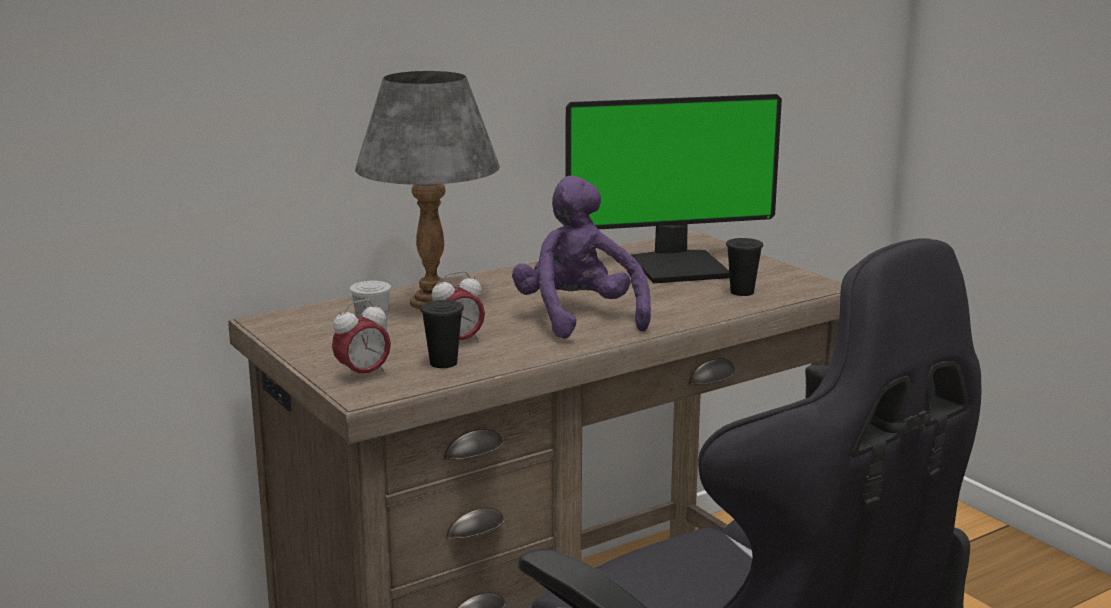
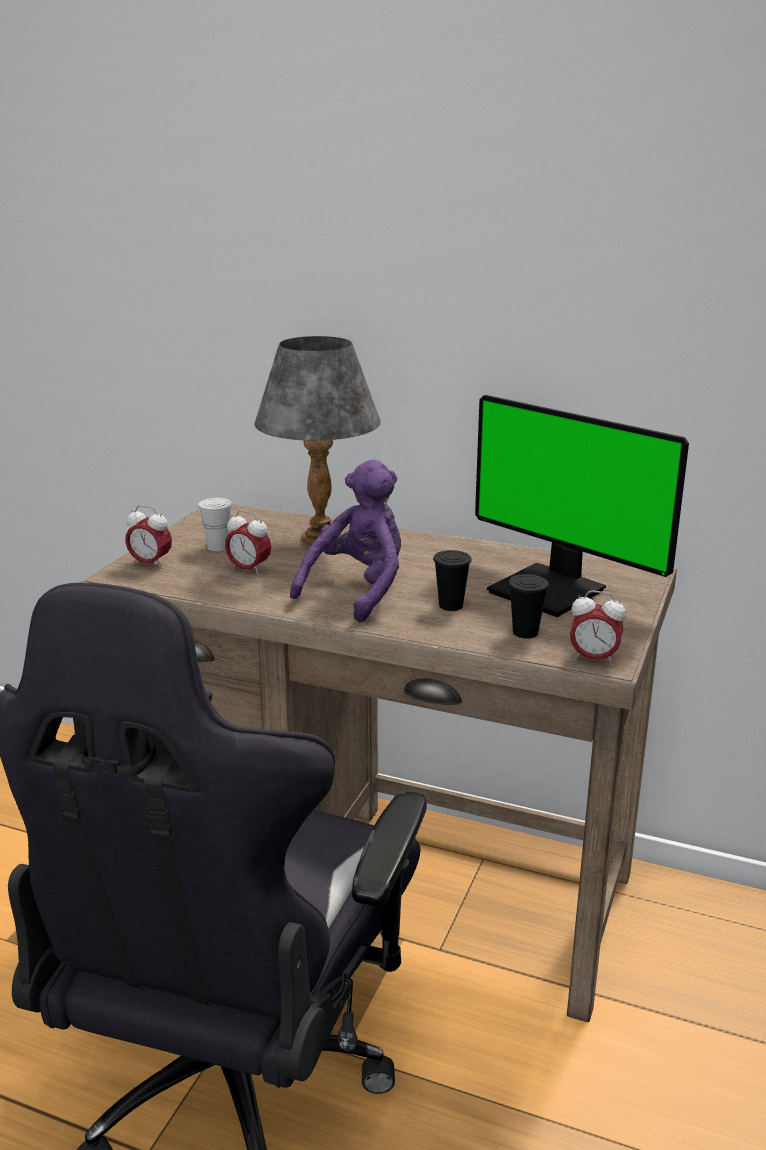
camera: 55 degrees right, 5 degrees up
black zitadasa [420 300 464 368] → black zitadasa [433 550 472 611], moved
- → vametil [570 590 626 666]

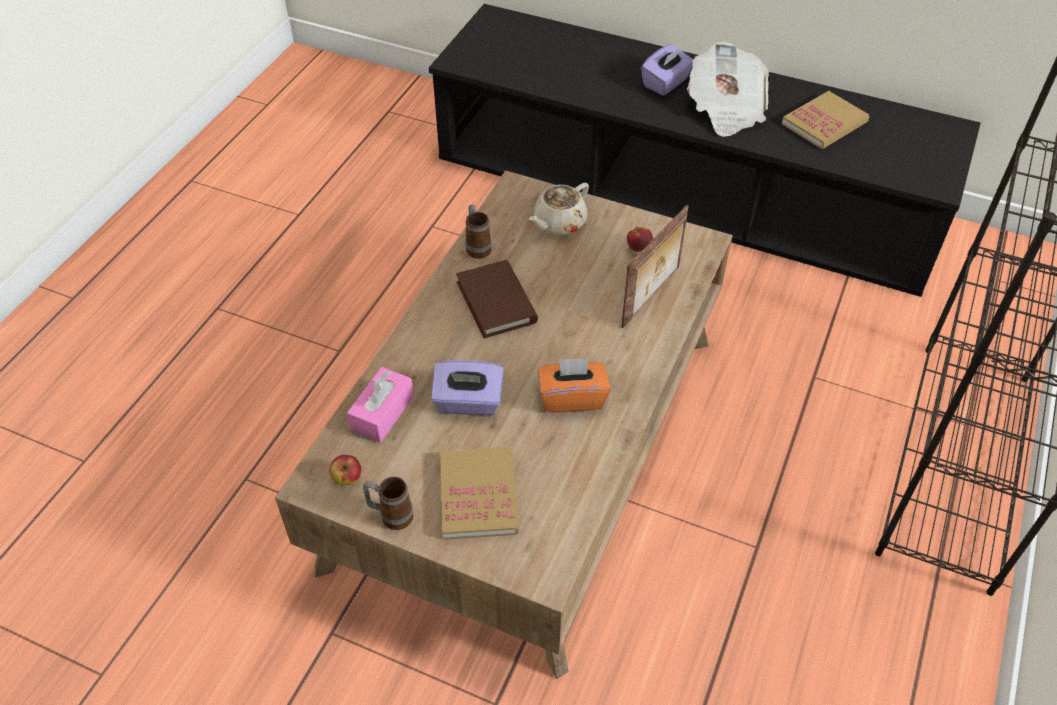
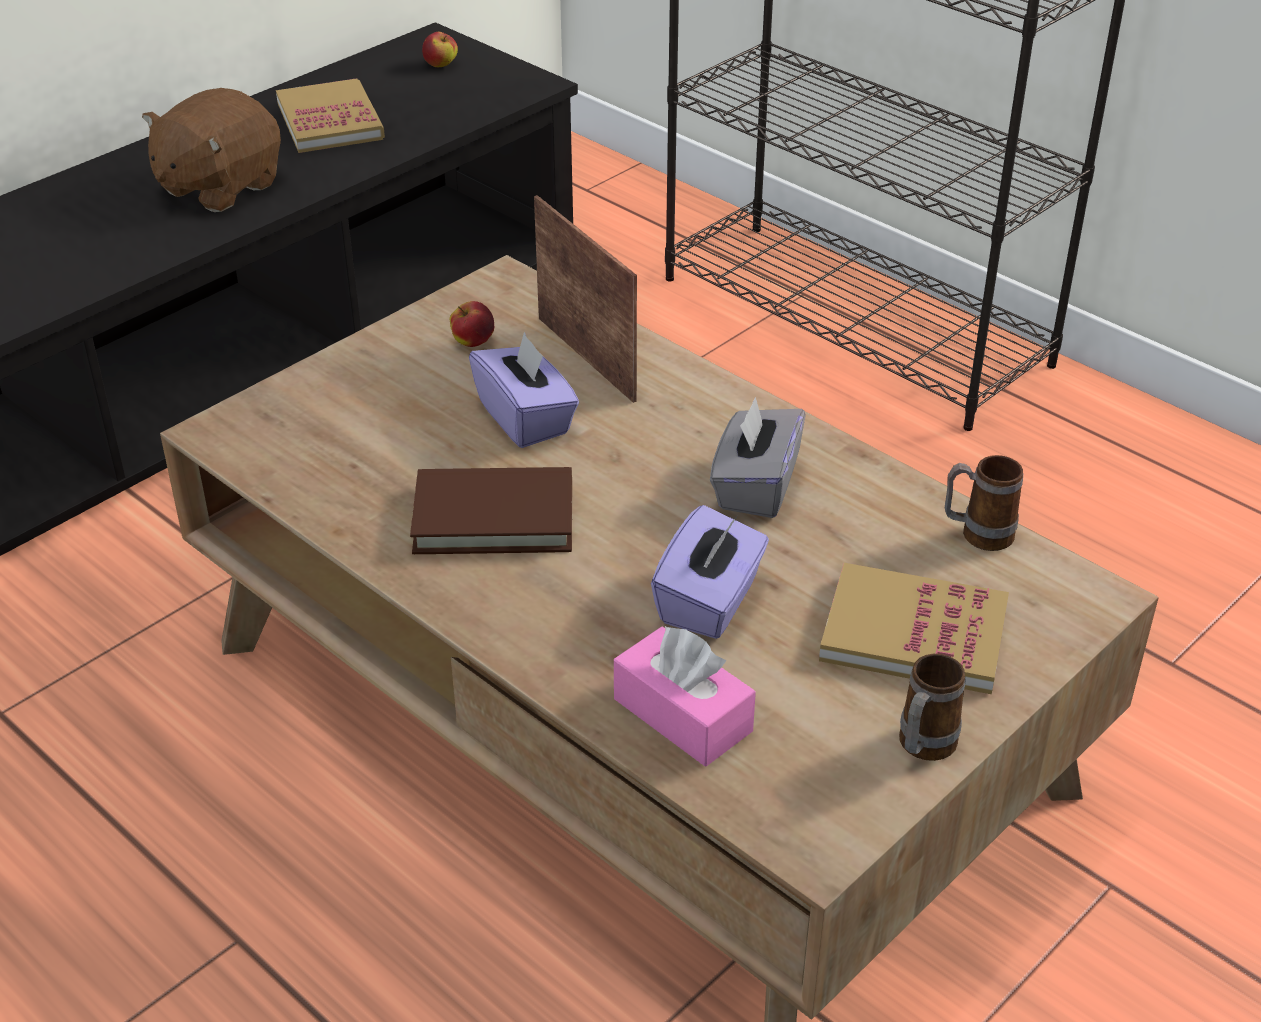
camera: 70 degrees left, 10 degrees down
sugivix [687 42 769 137] → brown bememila [142 88 281 212]
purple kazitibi [641 44 694 96] → purple kazitibi [469 332 579 448], moved
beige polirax [529 183 589 235] → -
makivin [465 204 492 259] → makivin [945 455 1023 551], moved
orange kazitibi [538 358 611 413] → grey kazitibi [710 397 806 518]
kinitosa [330 455 362 485] → kinitosa [422 32 458 67], moved

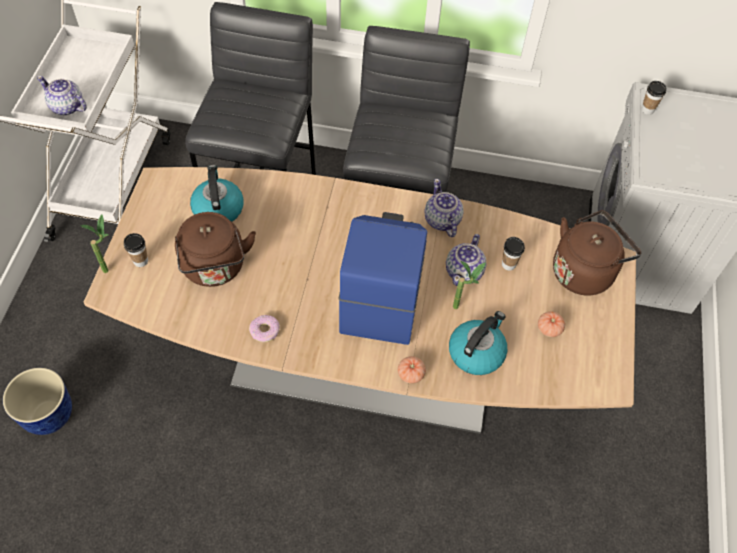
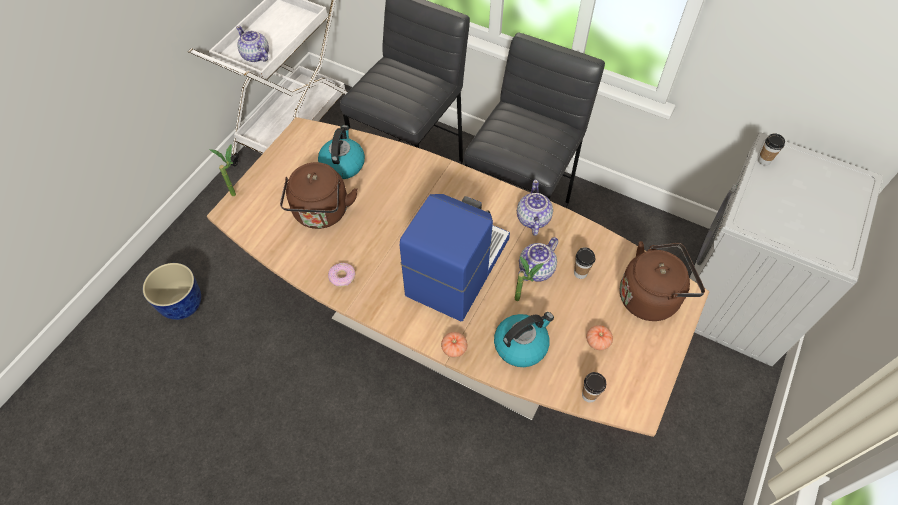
camera: 20 degrees right, 0 degrees up
zitadasa [124 233 148 267] → zitadasa [582 372 606 403], moved

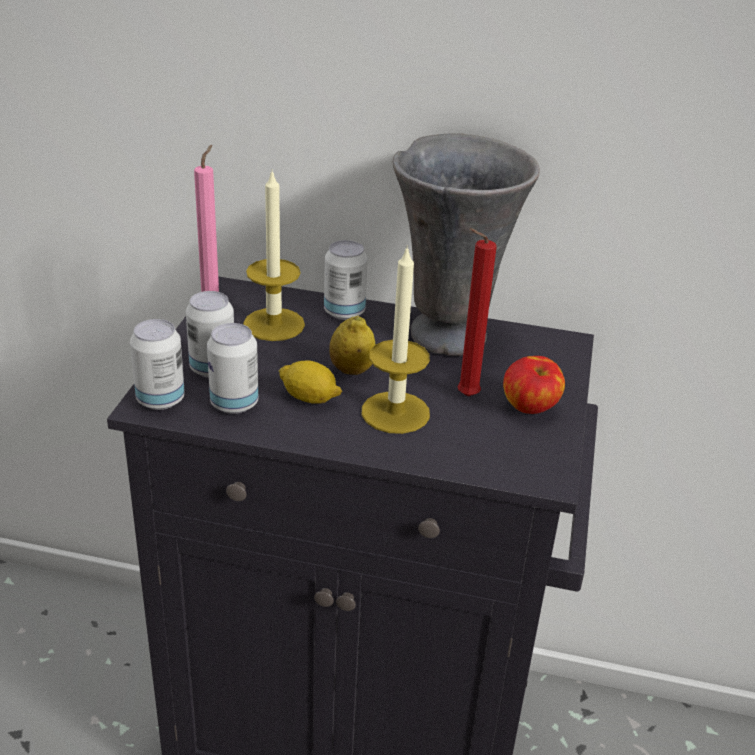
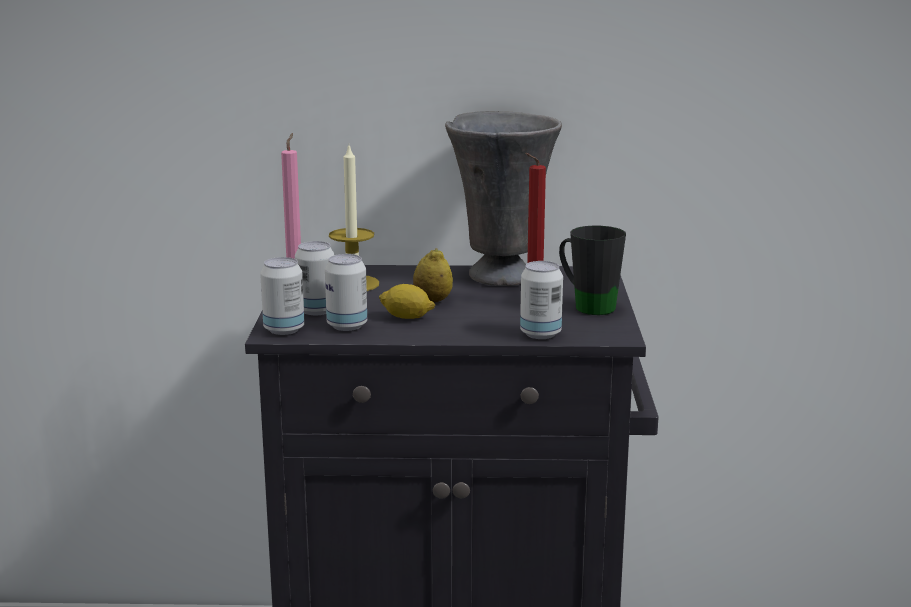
camera: 10 degrees left, 15 degrees down
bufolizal [324 240 368 320] → bufolizal [520 261 563 339], moved
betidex [362 245 430 434] → -
kinitosa [503 356 565 414] → black makivin [559 226 626 315]

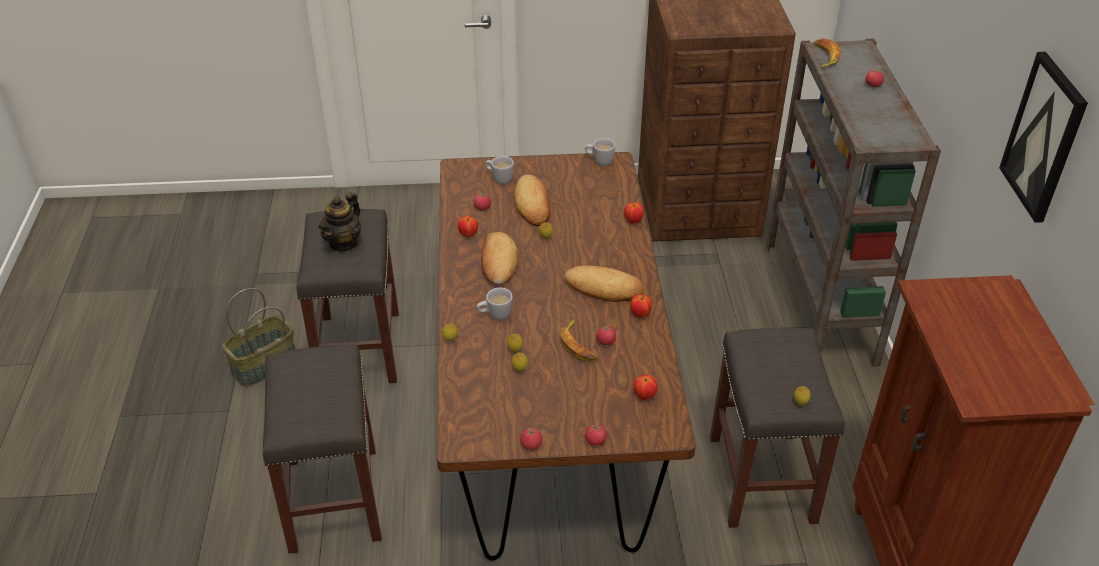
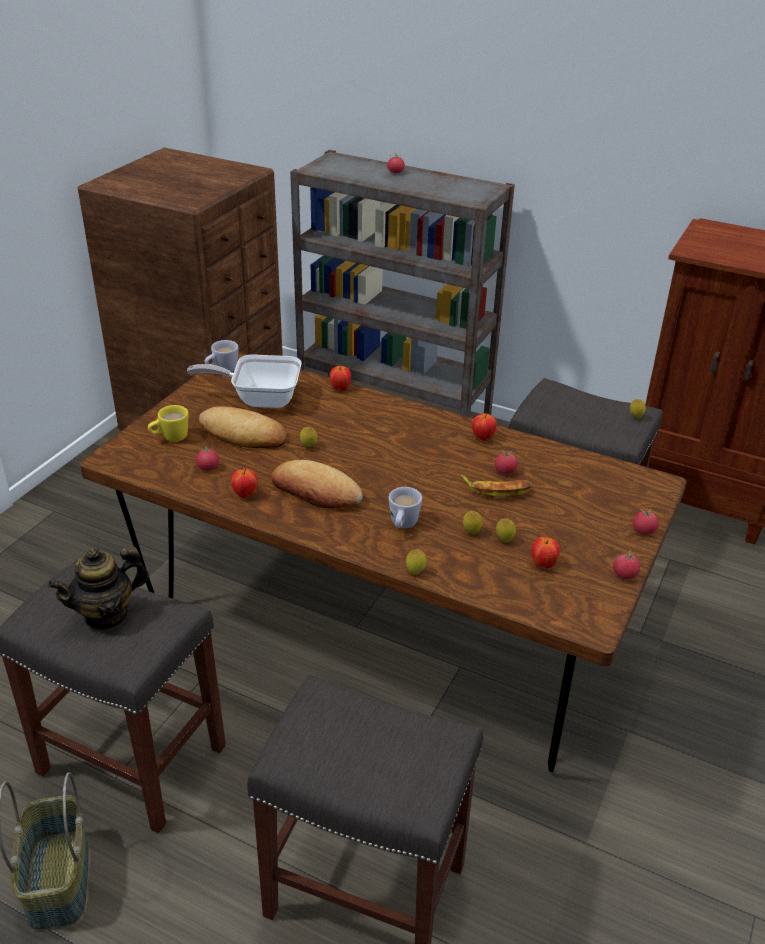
camera: 60 degrees left, 5 degrees down
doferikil [814 39 841 68] → -
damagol [999 52 1088 223] → -
white makivin [485 156 514 184] → yellow makivin [148 405 188 442]
polirax [318 192 361 252] → polirax [48 546 149 631], 90 degrees clockwise
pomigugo [564 265 644 302] → -
kinitosa [634 375 657 400] → kinitosa [531 537 560 568], moved
- → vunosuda [187 355 302 408]

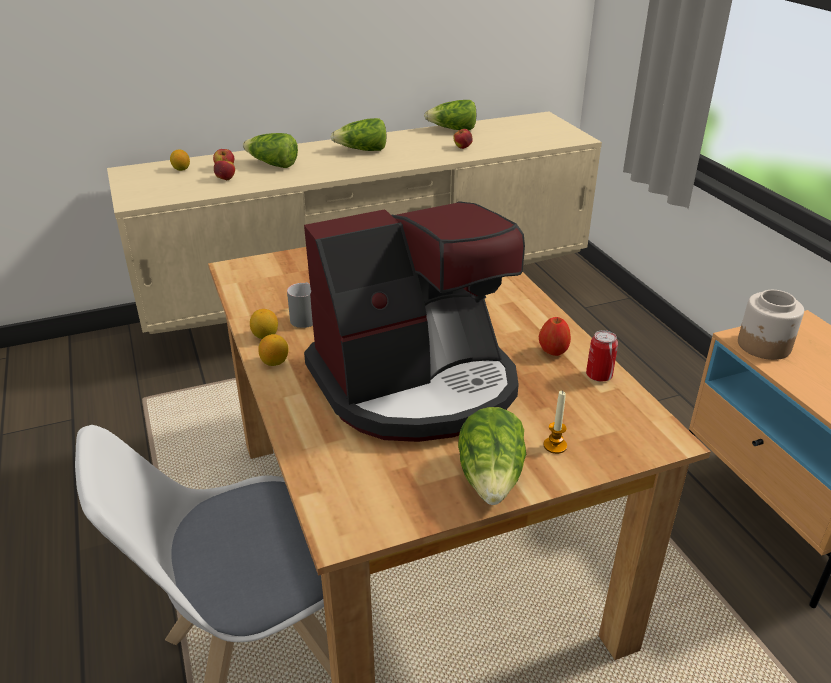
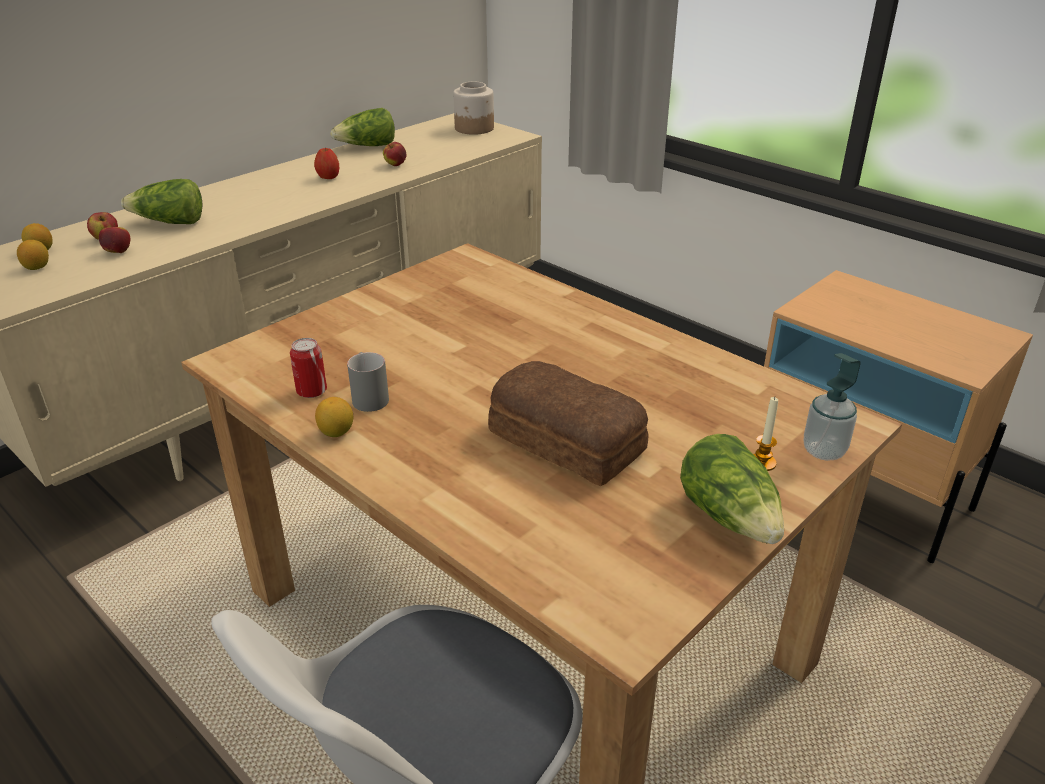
camera: 25 degrees left, 0 degrees up
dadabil [331 118 386 151] → -
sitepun [304 201 525 442] → pomigugo [488 361 649 486]
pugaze [738 290 804 360] → pugaze [453 82 494 135], moved
kinitosa [539 317 571 356] → kinitosa [314 148 339 179], moved
bufolizal [586 330 618 382] → bufolizal [290 338 327 398], moved
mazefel [258 334 288 366] → mazefel [17 240 49 270], moved
- → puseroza [804 353 861 461]

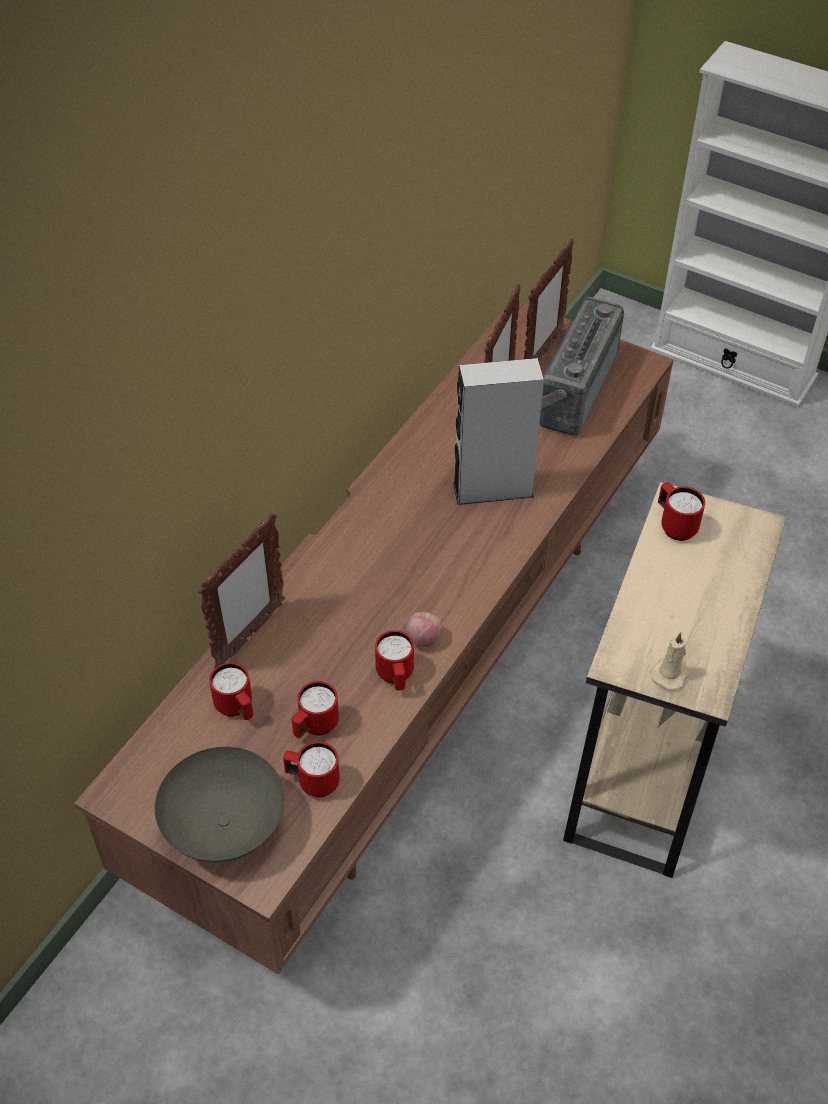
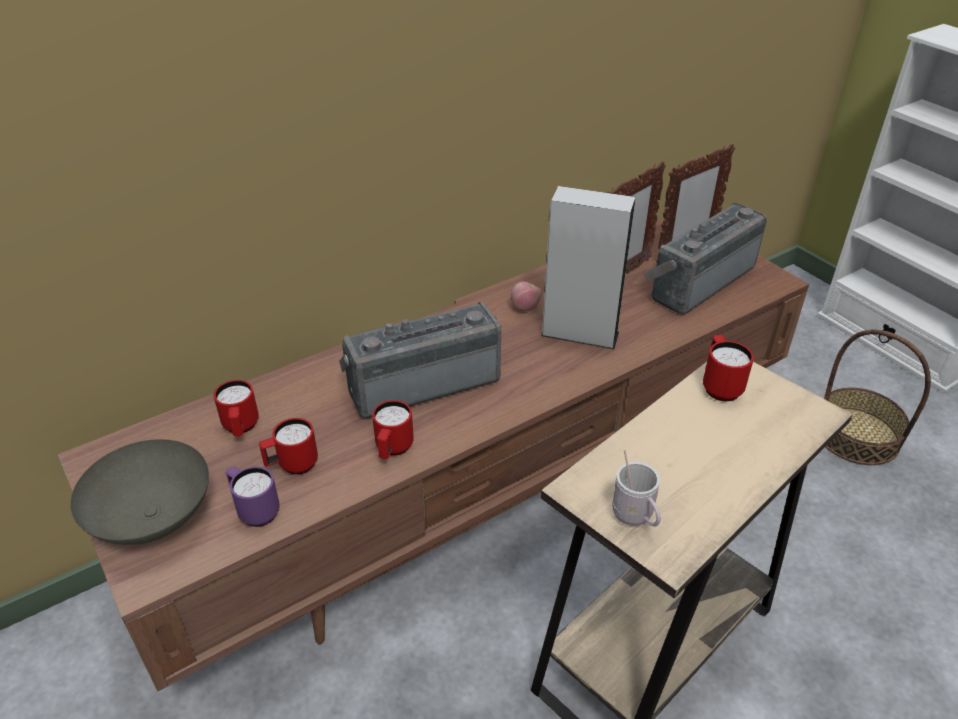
camera: 25 degrees right, 10 degrees down
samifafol [198 513 285 668] → -
kinitosa [406 612 442 647] → kinitosa [511 282 542 311], moved
beige betidex [650 632 690 691] → white makivin [612 451 661 526]
red makivin [283 741 340 797] → purple makivin [226 466 280 527]
- → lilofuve [339 302 501 418]
- → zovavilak [824 330 931 465]

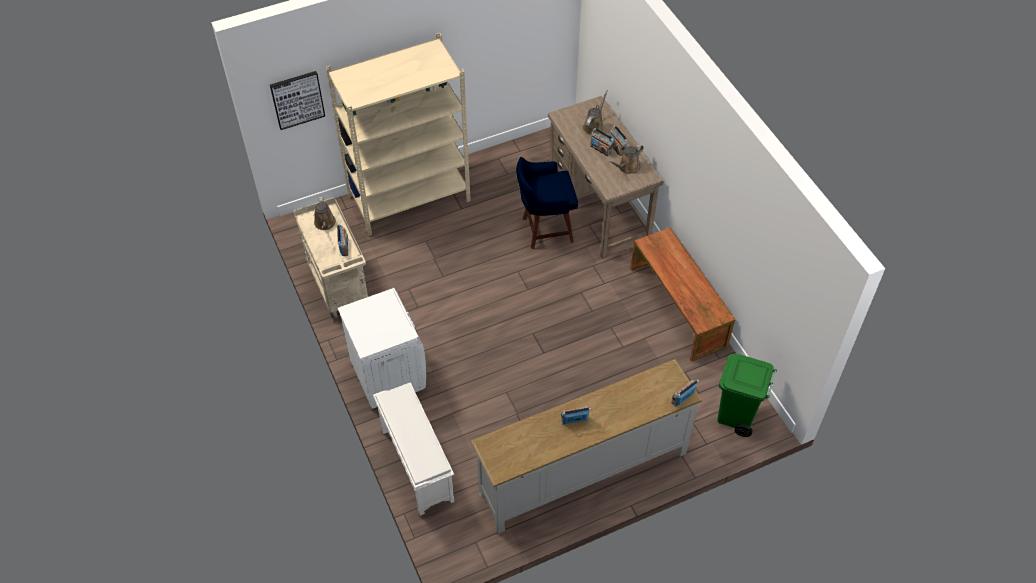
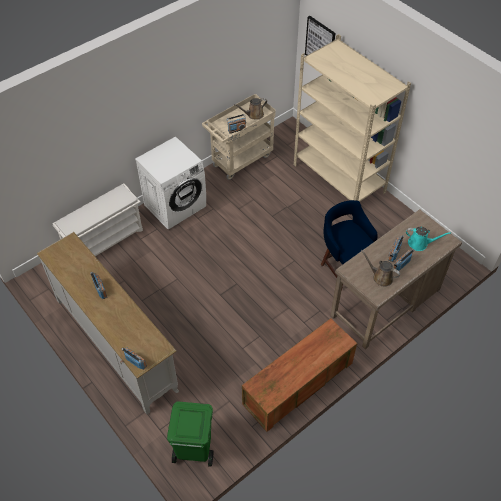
camera: 75 degrees right, 0 degrees up
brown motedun [583 90 608 135] → turquoise motedun [406 227 451 251]

